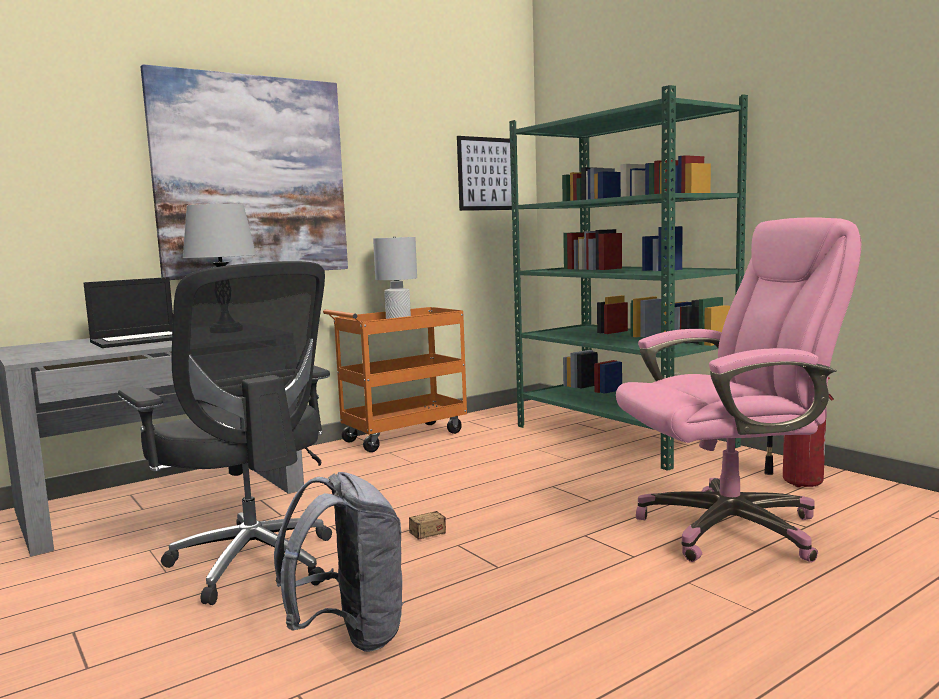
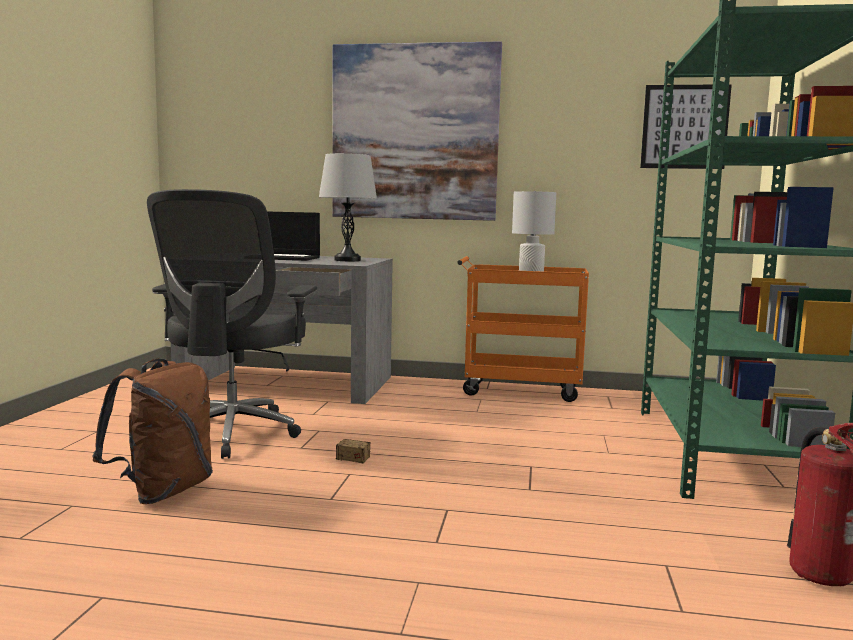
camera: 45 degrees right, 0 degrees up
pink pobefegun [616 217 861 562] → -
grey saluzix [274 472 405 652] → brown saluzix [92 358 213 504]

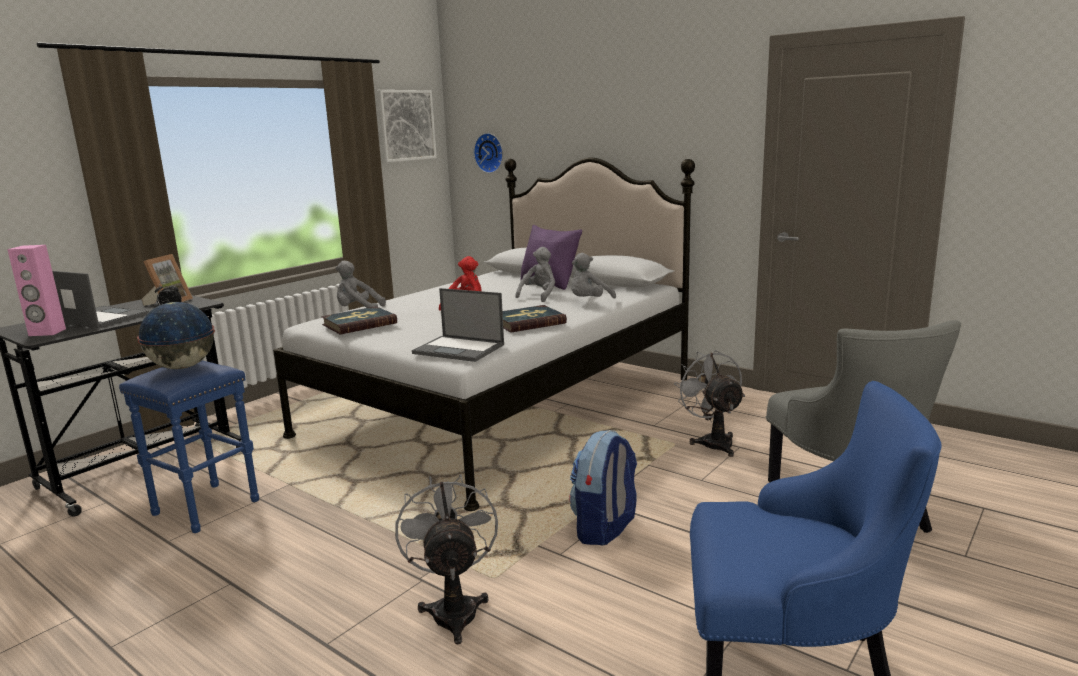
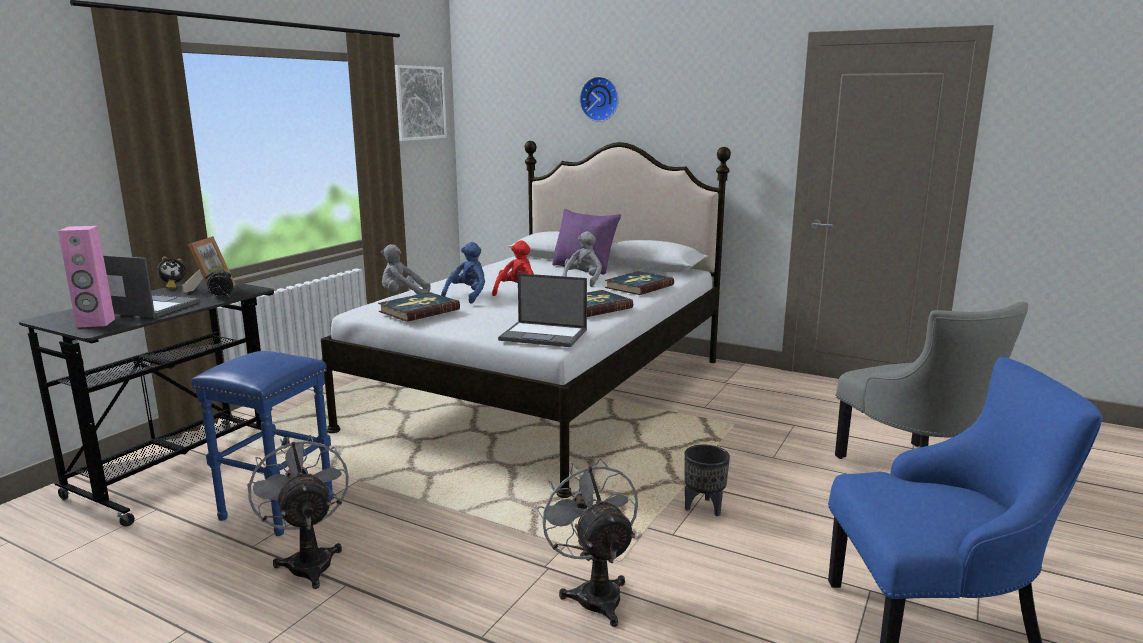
camera: 10 degrees left, 0 degrees up
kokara [474 133 503 173] → kokara [580 76 619 122], moved
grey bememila [572 253 616 299] → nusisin [605 271 674 295]
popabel [137 302 215 369] → -
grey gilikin [674 350 745 457] → grey gilikin [247 435 349 589], moved
saluzix [570 430 637 546] → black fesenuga [684 445 730 516]
- → blue bememila [441 242 485 304]
- → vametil [157 256 186 289]

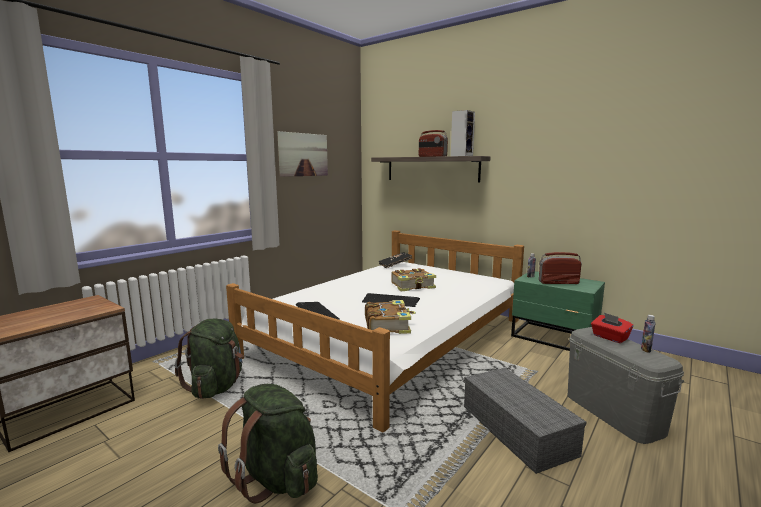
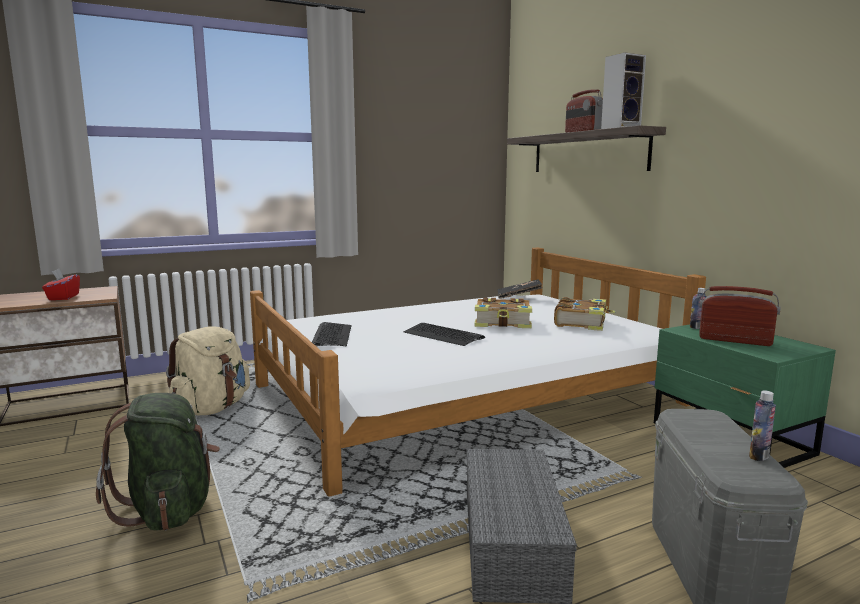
camera: 25 degrees right, 0 degrees up
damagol [277 131 328 177] → -
nusisin [365 300 416 334] → nusisin [554 297 616 331], moved
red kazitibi [591 313 633 343] → red kazitibi [42 269 80 300], moved
green saluzix [175 318 244 399] → beige saluzix [166 326 250 415]

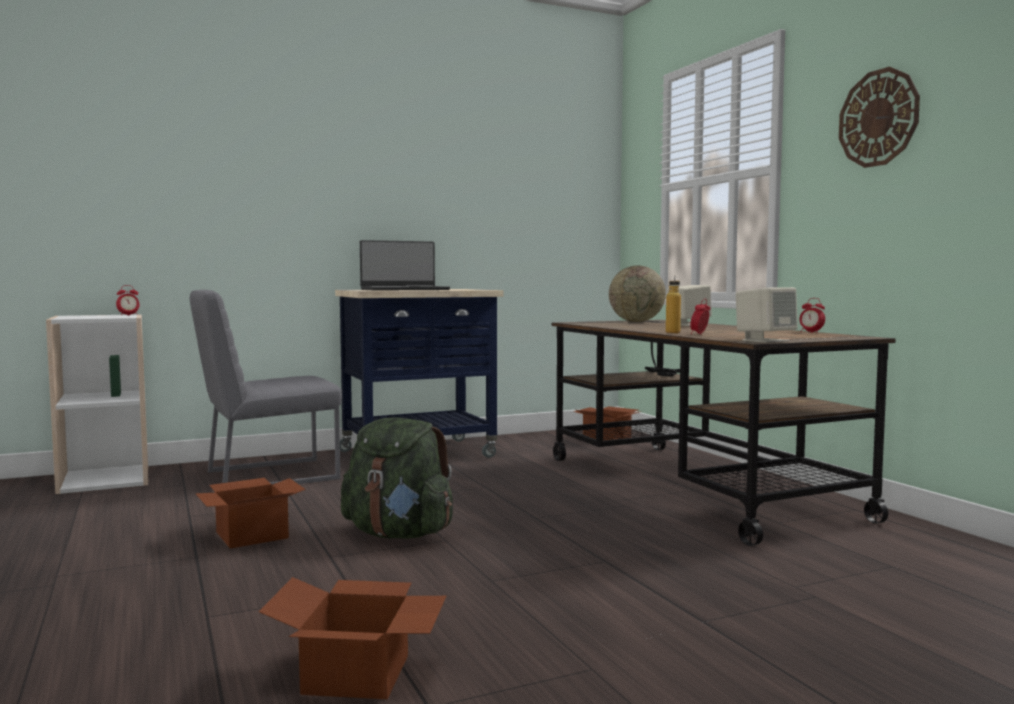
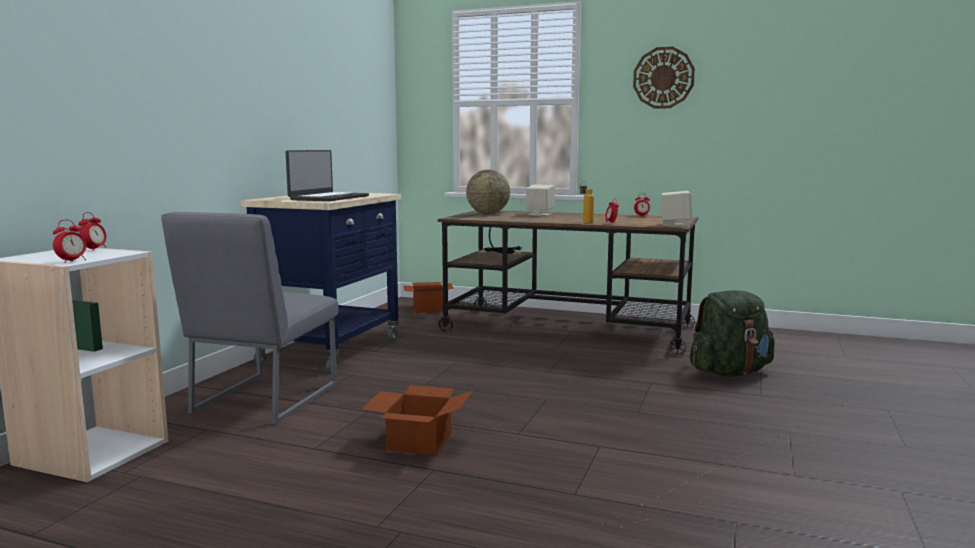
camera: 45 degrees left, 5 degrees up
green saluzix [341 418 453 539] → green saluzix [690 290 775 377], moved
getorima [259 577 446 699] → -
- → vametil [53 220 86 263]

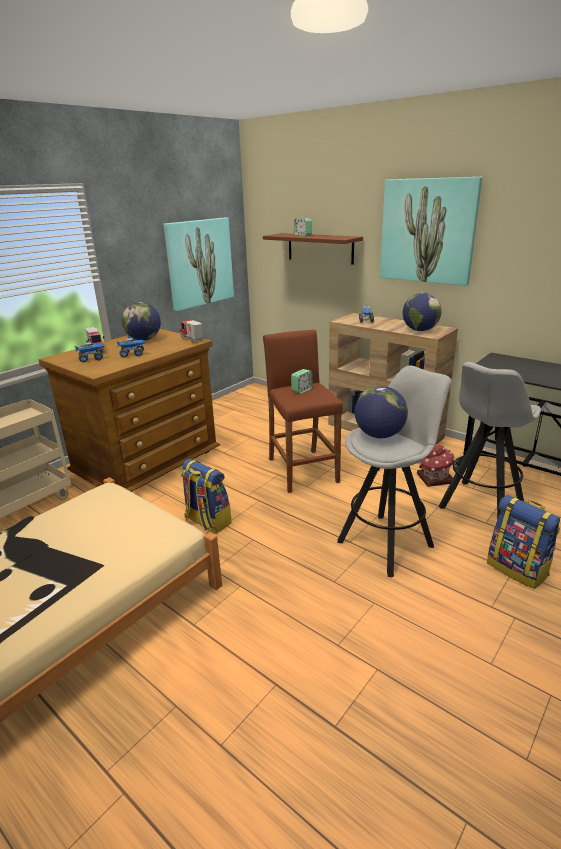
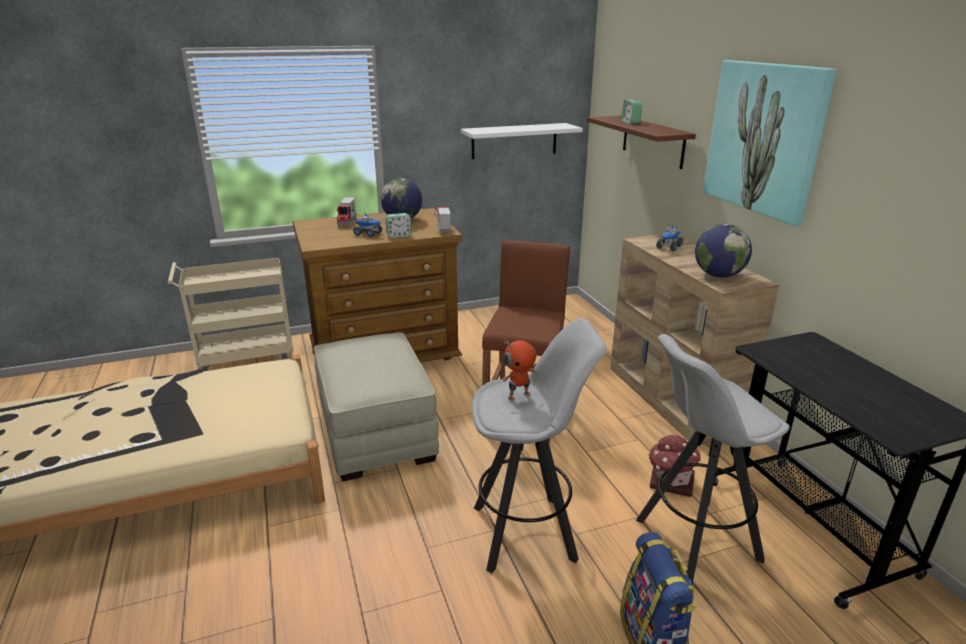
camera: 30 degrees right, 0 degrees up
damagol [163 218 234 311] → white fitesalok [461 123 583 159]
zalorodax [75 340 104 362] → -
vametil [291 369 313 394] → vametil [385 213 412 238], moved
popabel [355 386 408 438] → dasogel [502 340 536 401]
saluzix [181 459 232 534] → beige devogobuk [314 332 439 482]

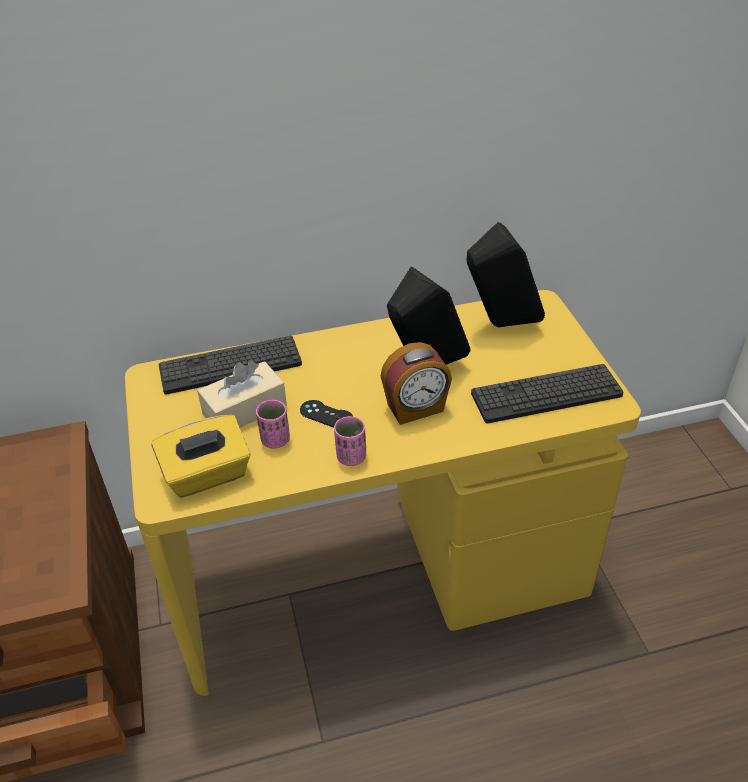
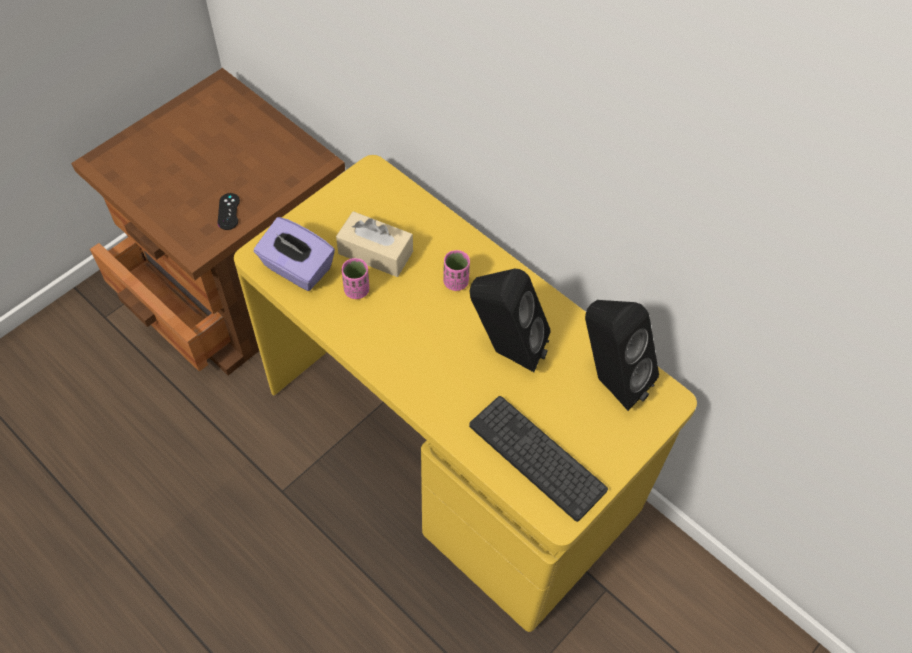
camera: 55 degrees right, 15 degrees up
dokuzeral [159 336 302 394] → -
vametil [381 342 452 425] → -
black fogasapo [300 400 353 428] → black fogasapo [218 193 240 230], moved
yellow kazitibi [151 415 251 498] → purple kazitibi [254 217 335 291]
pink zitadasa [334 416 366 466] → pink zitadasa [443 250 470 291], moved

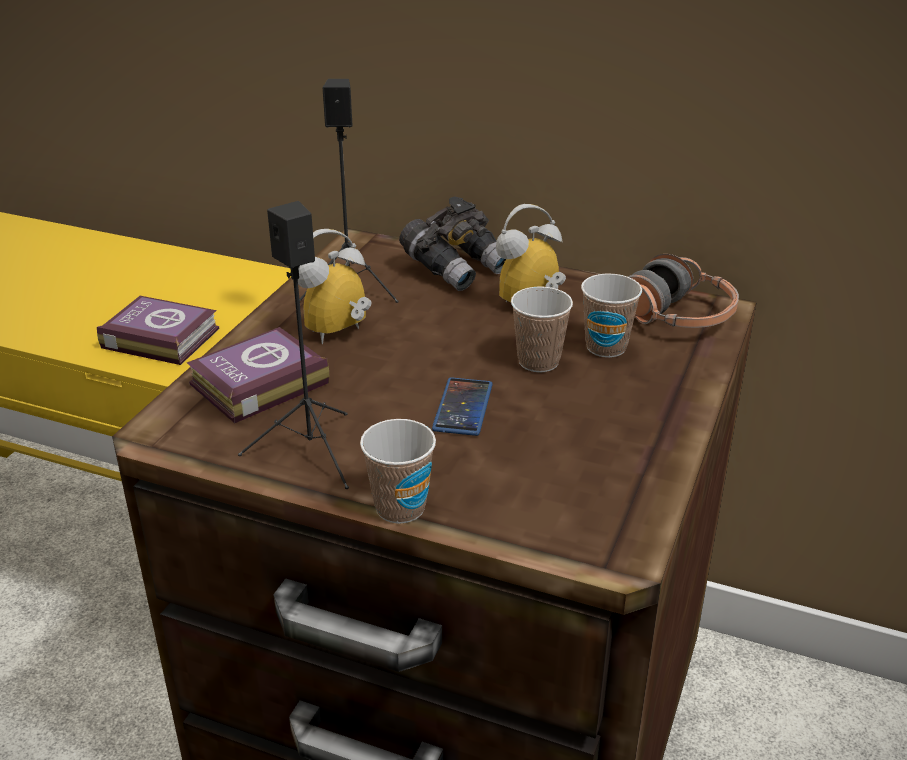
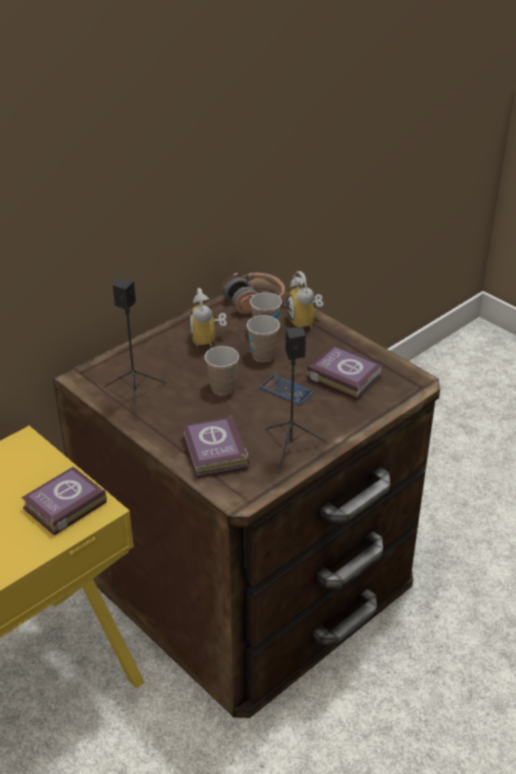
camera: 65 degrees left, 5 degrees up
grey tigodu [399 196 506 291] → -
vametil [298 229 372 344] → vametil [286 271 323 330], moved
zitadasa [360 419 436 524] → zitadasa [204 346 239 395], moved
- → nusisin [307 345 383 400]

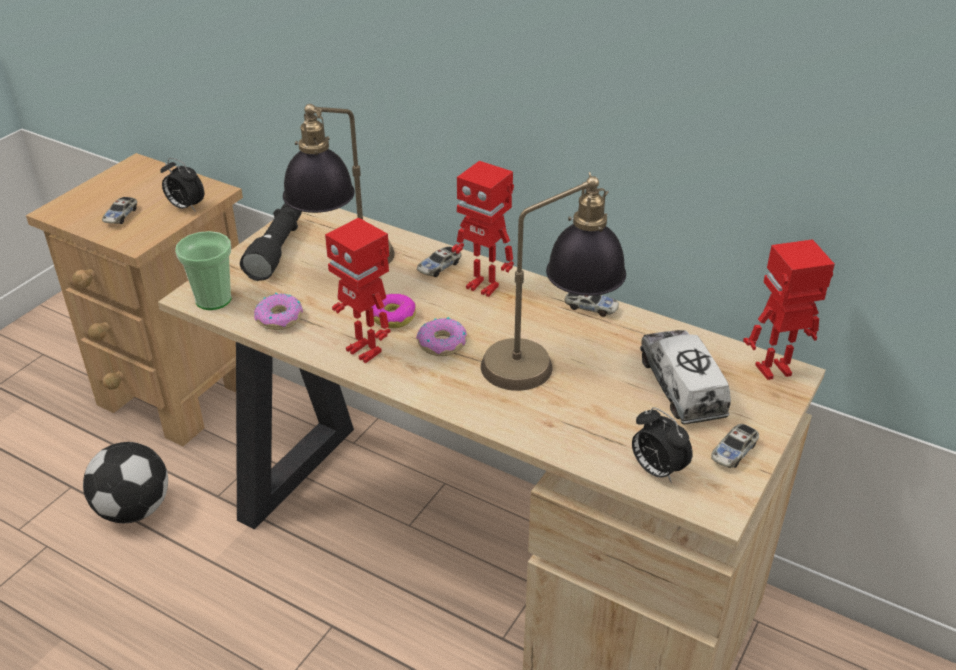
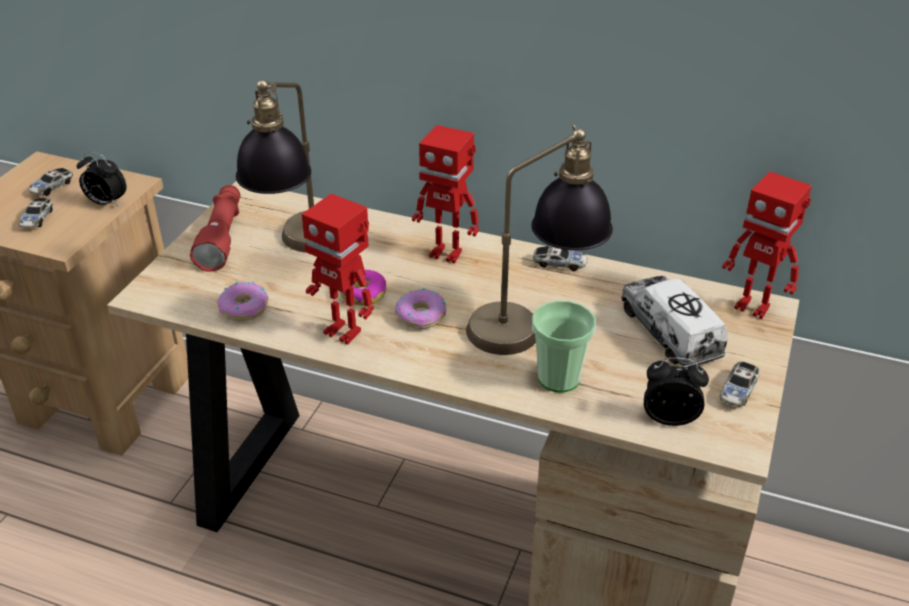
camera: 10 degrees left, 0 degrees up
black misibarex [240 203 302 281] → red misibarex [190 185 240 272]
zitadasa [175 231 231 310] → zitadasa [532 301 596 393], moved
dasogel [743 239 835 380] → dasogel [722 171 812 319], 120 degrees counterclockwise
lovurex [417 246 461 277] → lovurex [28 168 73 196], moved
vametil [632 407 693 483] → vametil [644 357 709 426], 150 degrees clockwise
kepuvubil [83 442 168 523] → -

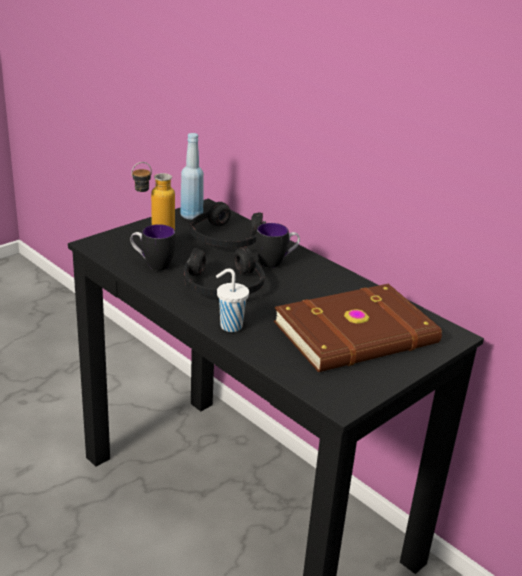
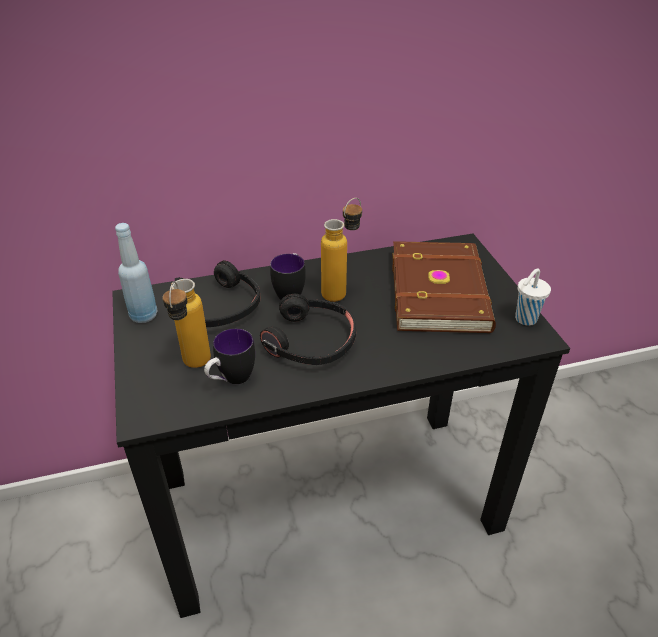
camera: 60 degrees left, 10 degrees up
white zitadasa [216 269 249 332] → white zitadasa [515 268 551 326], moved
- → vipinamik [321 198 362 302]

